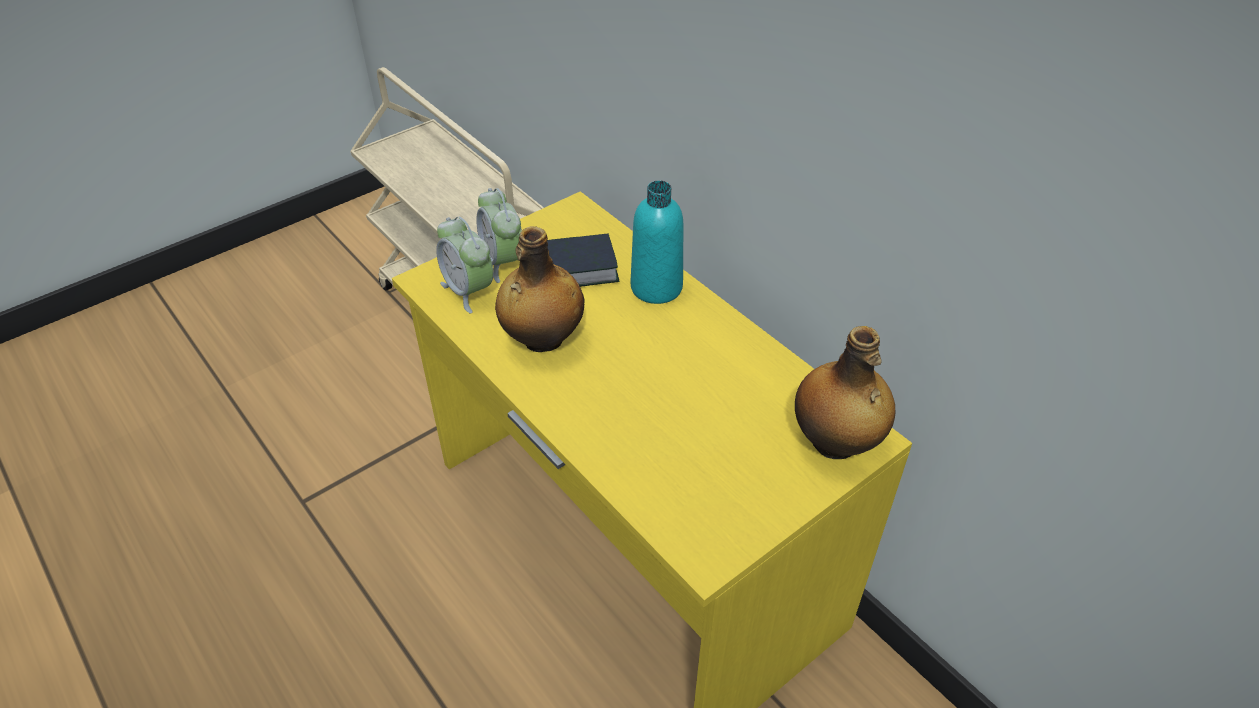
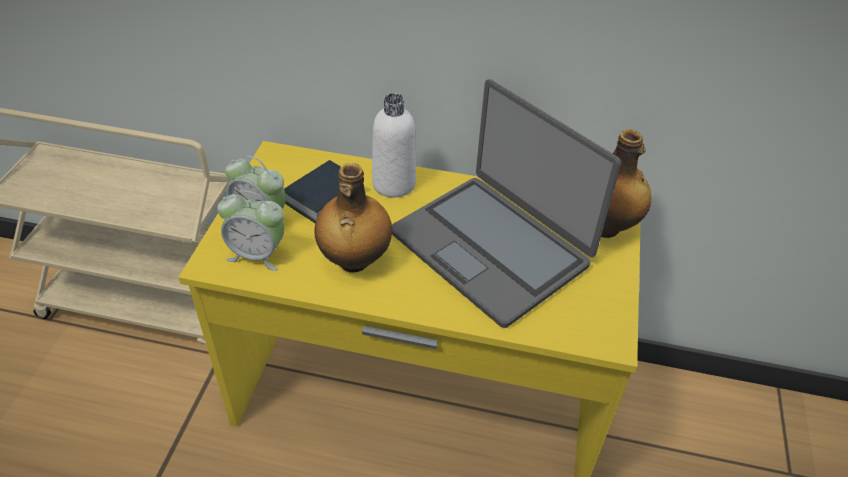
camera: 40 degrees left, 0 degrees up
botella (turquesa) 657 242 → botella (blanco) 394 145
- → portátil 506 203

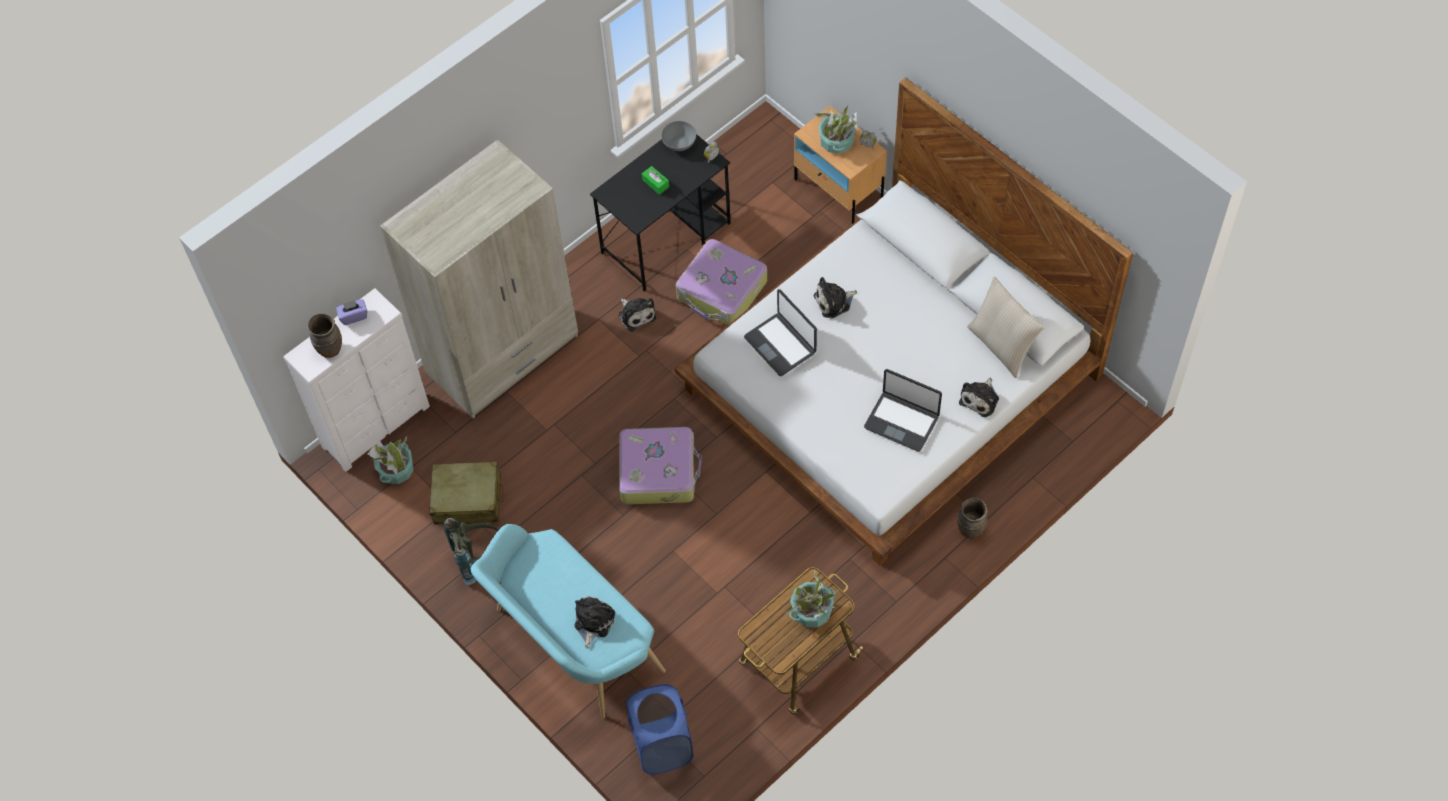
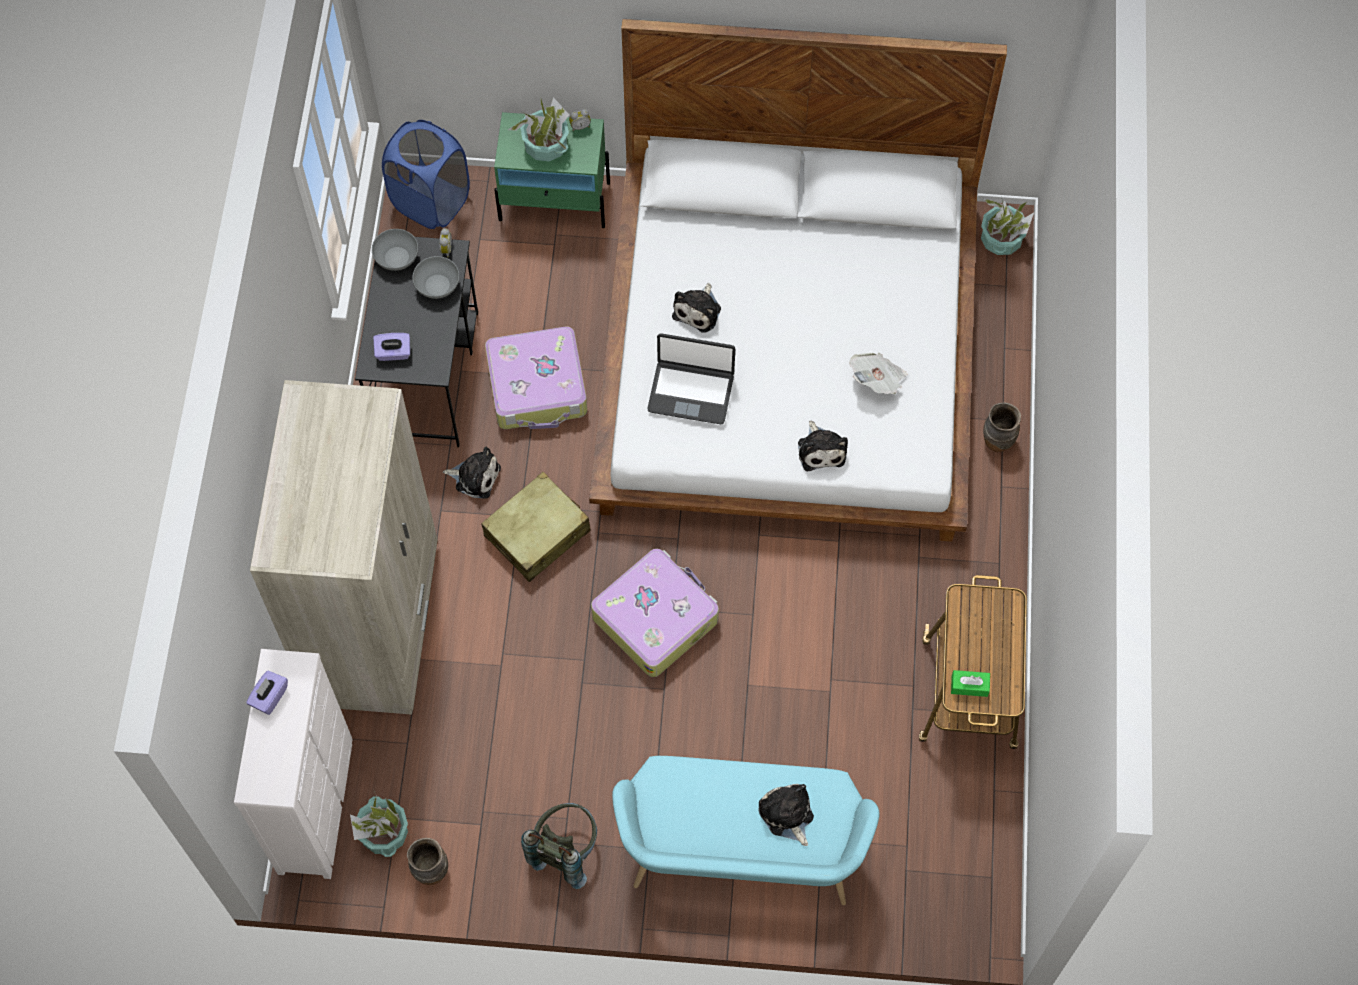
camera: 45 degrees left, 5 degrees up
florero (marrón) 324 335 → florero (marrón) 427 861, move
maleta (beis) 466 492 → maleta (beis) 535 527, move
cesto de la ropa (azul) 659 729 → cesto de la ropa (azul) 426 174, move
caja de pañuelos (verde) 655 180 → caja de pañuelos (verde) 970 683, move
planta en maceta 810 598 → planta en maceta 1007 225, move
mesita de noche (beis) 840 165 → mesita de noche (verde) 552 170
portátil 903 410 → periódico 878 373
peluche 979 397 → peluche 823 445, move
cojín (beis) 1005 327 → -
- → caja de pañuelos (morado) 391 347
- → cuenco (gris) 435 277

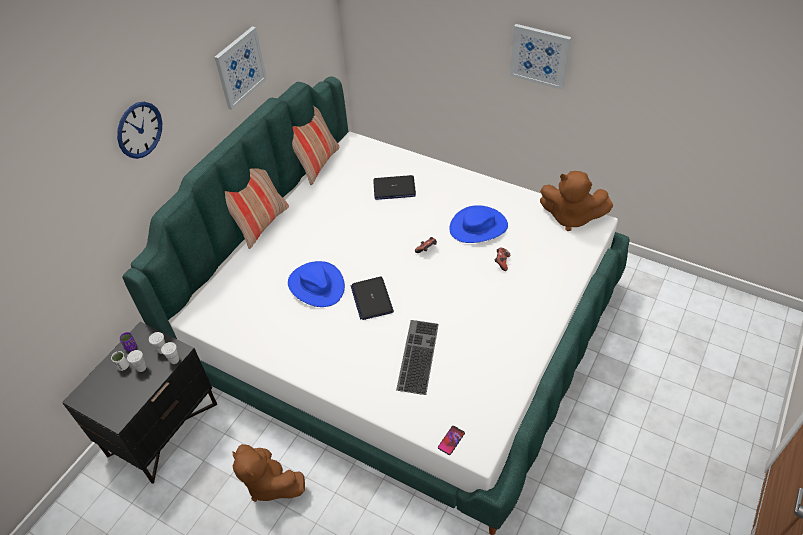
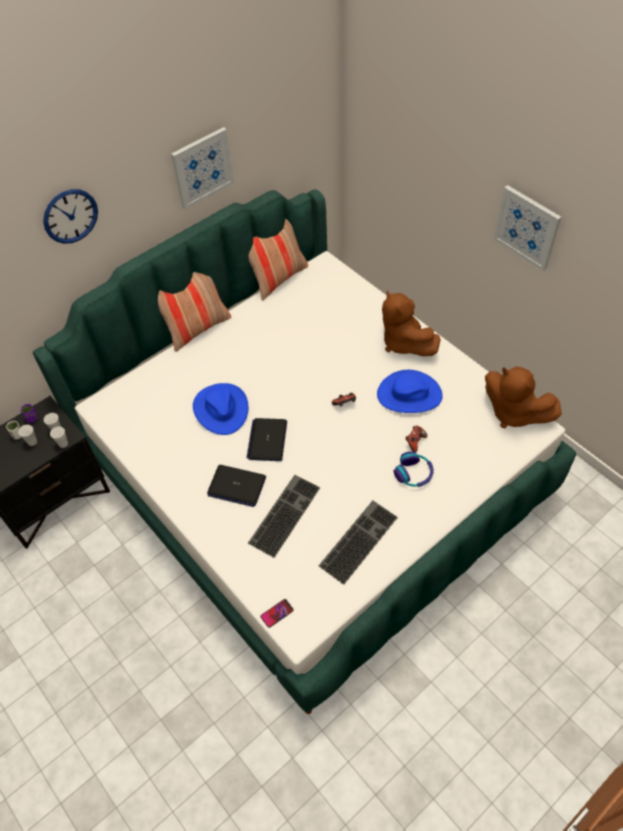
camera: 20 degrees right, 5 degrees up
peluche (marrón) 268 473 → peluche (marrón) 411 323, move
portátil 394 187 → portátil 236 486, move
- → teclado 358 543
- → auriculares 414 469

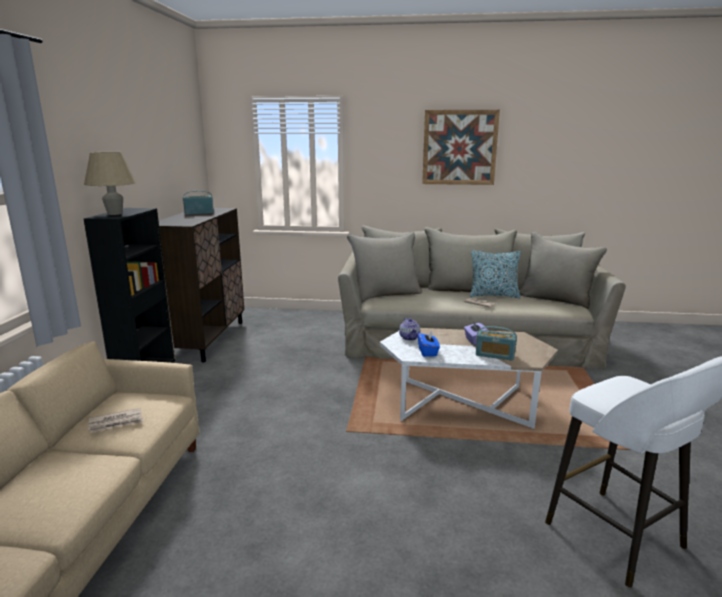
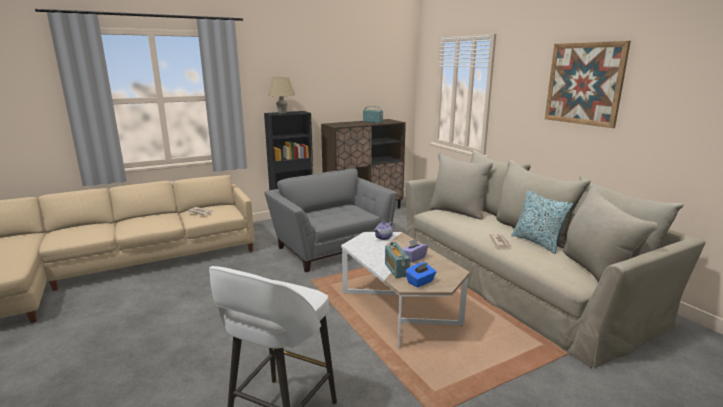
camera: 55 degrees right, 0 degrees up
caja de pañuelos (azul) 429 344 → caja de pañuelos (azul) 421 275, move
- → sillón (gris) 330 220

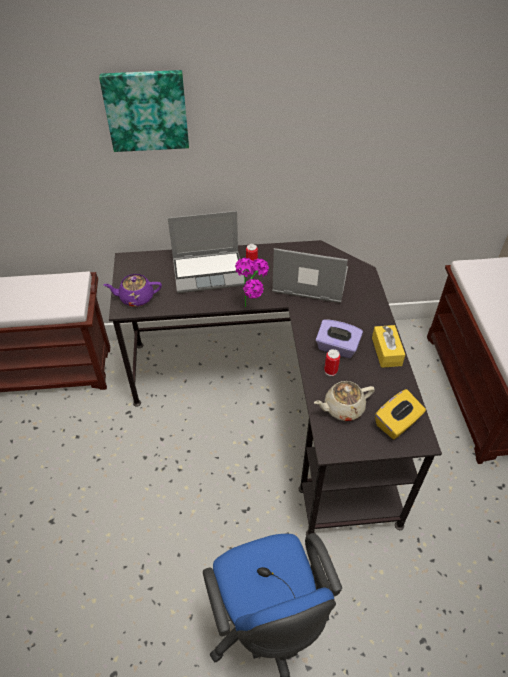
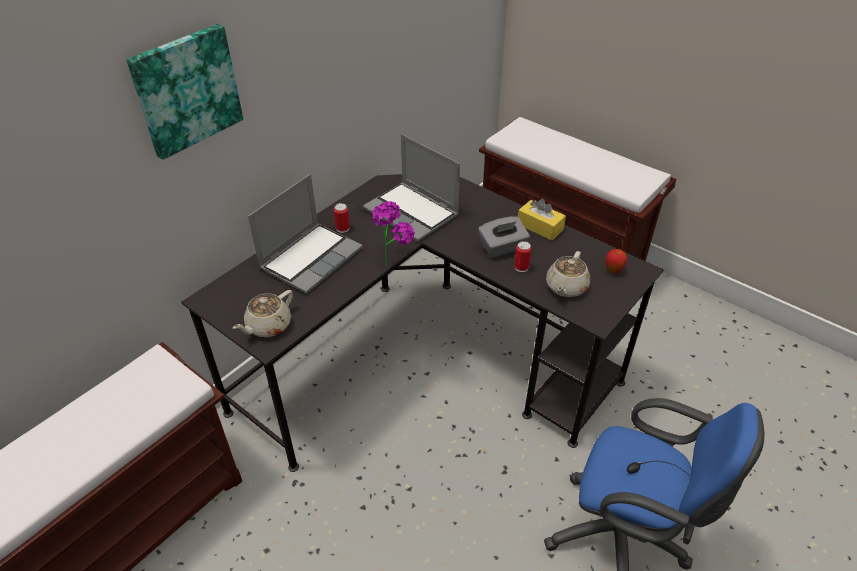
camera: 45 degrees left, 5 degrees down
tetera (morado) 133 290 → tetera (beis) 263 313
portátil 310 275 → portátil 411 188, 105 degrees counterclockwise
caja de pañuelos (morado) 339 338 → caja de pañuelos (gris) 504 237
caja de pañuelos (amarillo) 400 414 → manzana 616 261

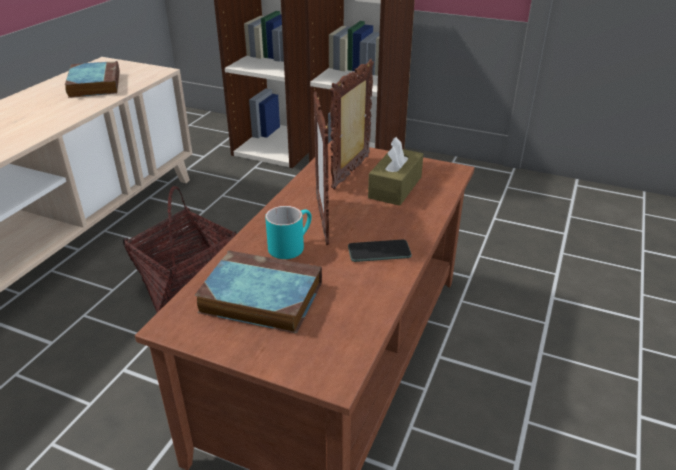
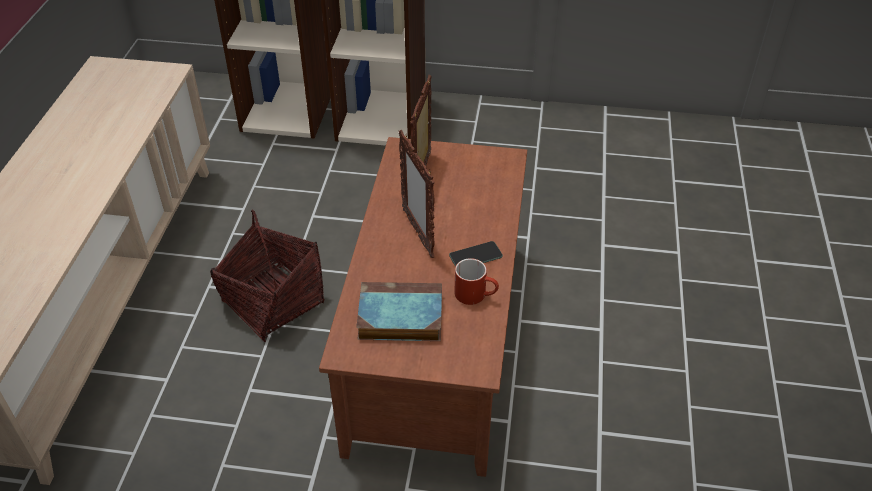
camera: 15 degrees left, 10 degrees up
libro 92 79 → -
taza grande (turquesa) 288 232 → -
caja de pañuelos (marrón) 395 171 → -
- → taza grande (rojo) 476 281

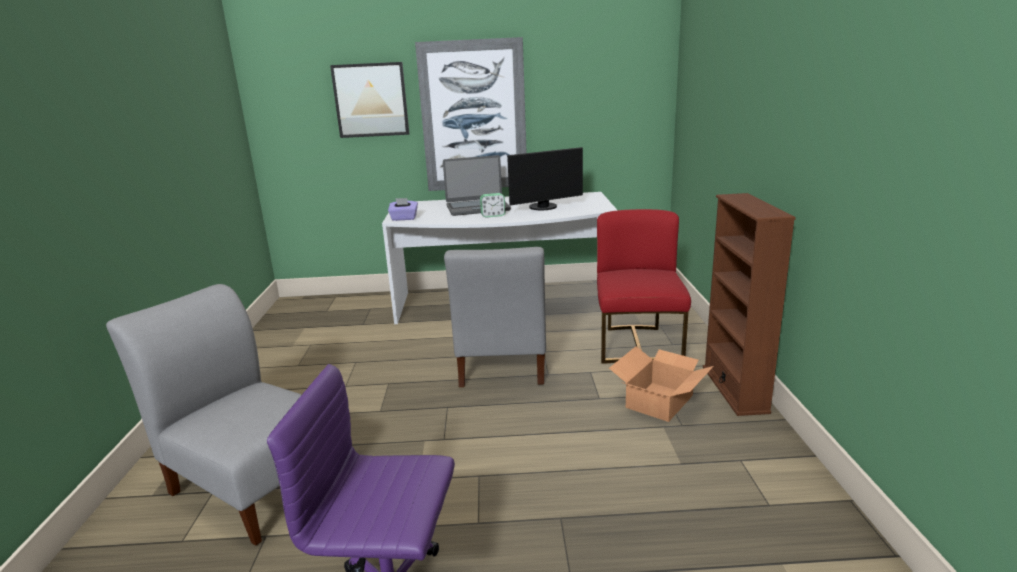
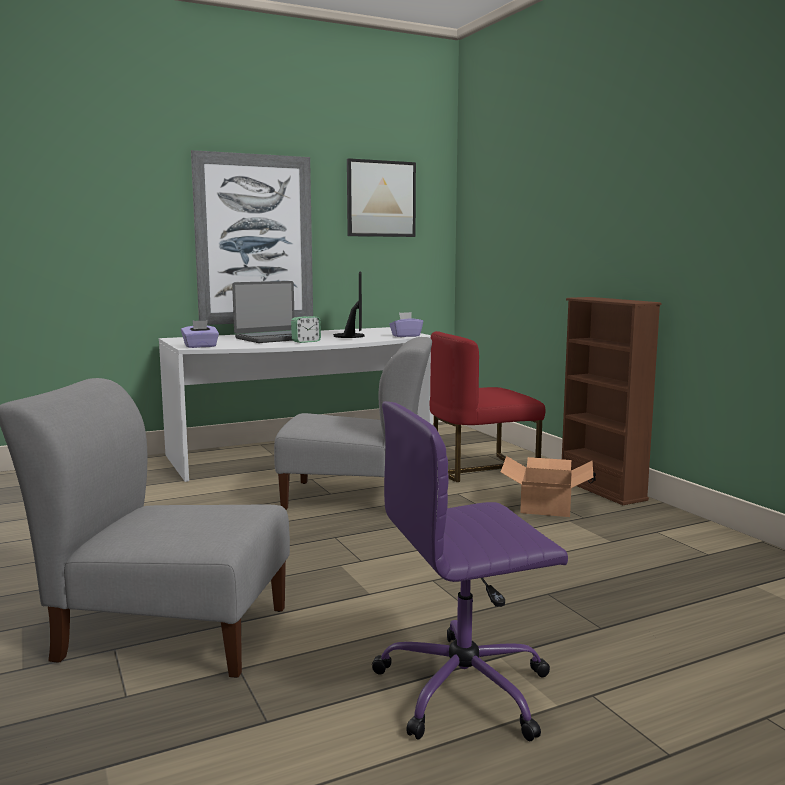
camera: 25 degrees left, 10 degrees down
cuadro 369 100 → cuadro 381 197, move
silla (gris) 495 317 → silla (gris) 353 423, 60 degrees counterclockwise
monitor 545 178 → monitor 348 304, 45 degrees counterclockwise
silla (rojo) 644 286 → silla (rojo) 487 406, 90 degrees counterclockwise
- → caja de pañuelos (morado) 406 324

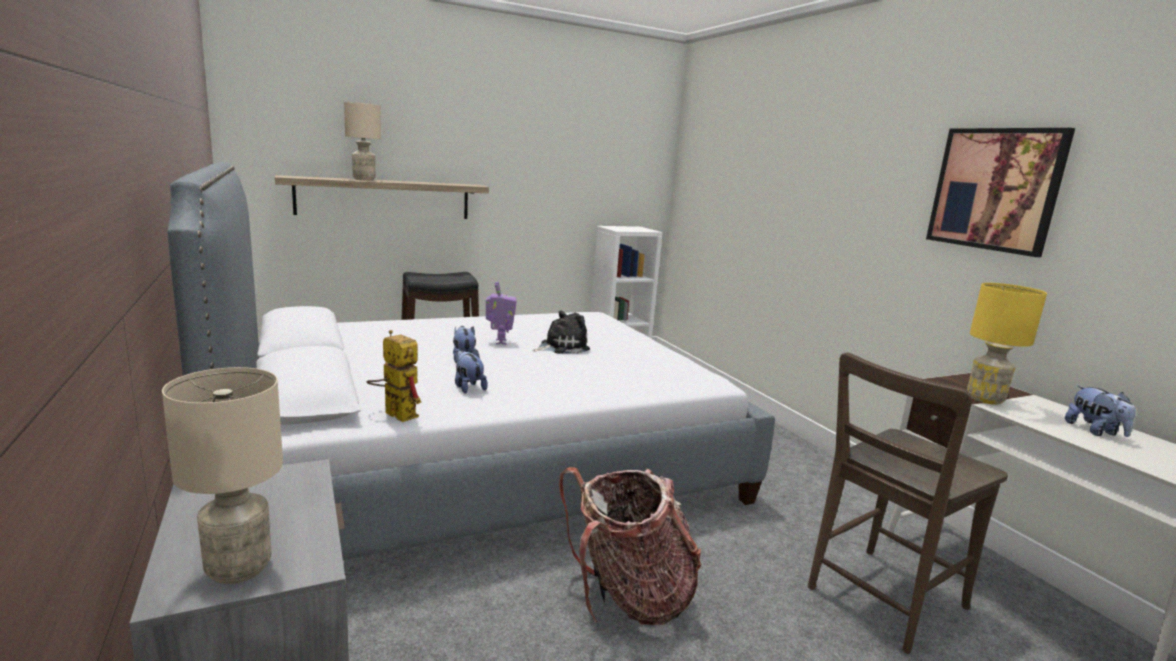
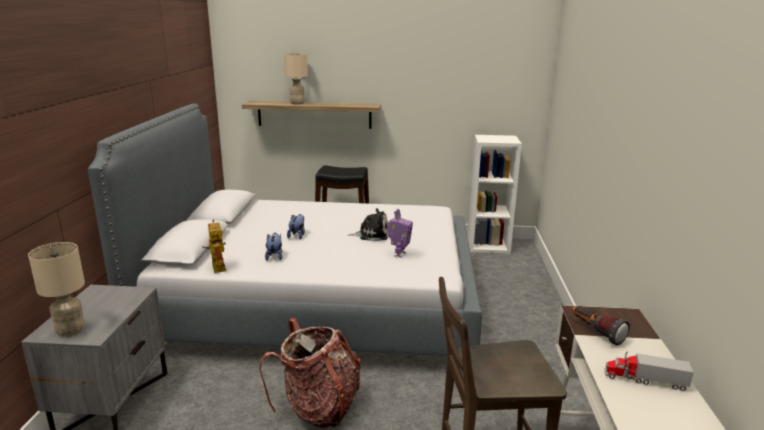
camera: 30 degrees right, 5 degrees up
robot de juguete 501 313 → robot de juguete 400 233, move
cuadro 1000 192 → -
lámpara de mesa (amarillo) 1007 344 → linterna 600 325
peluche 1100 411 → camión de juguete 648 371

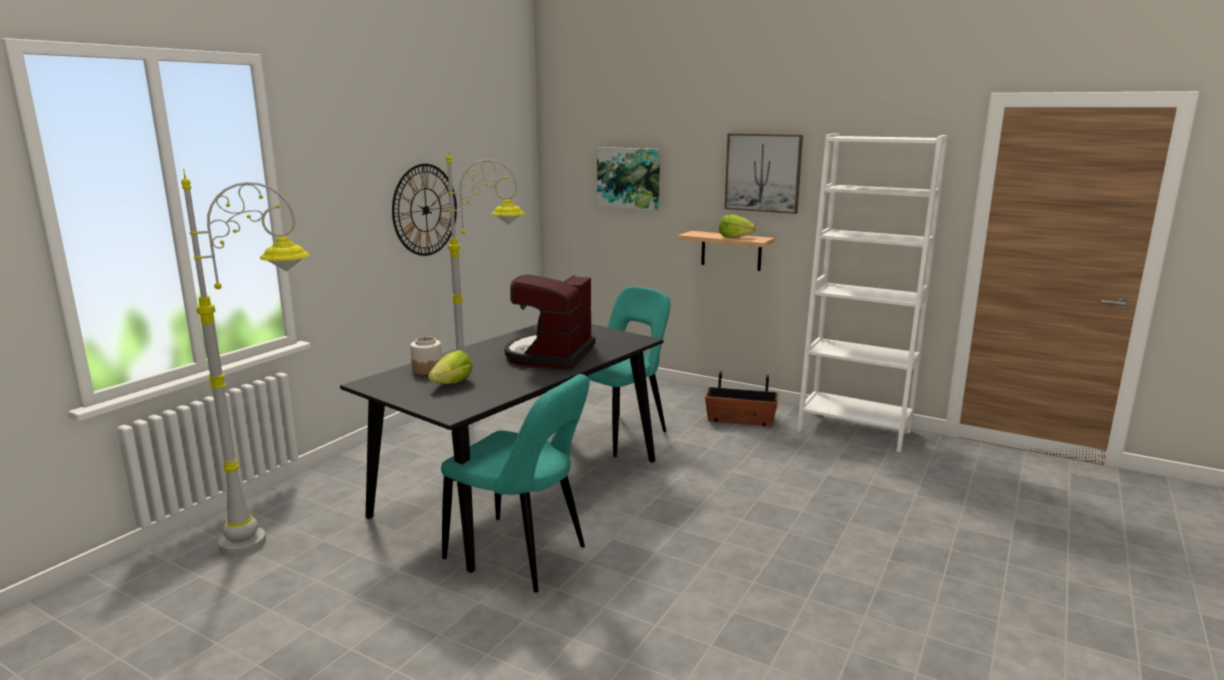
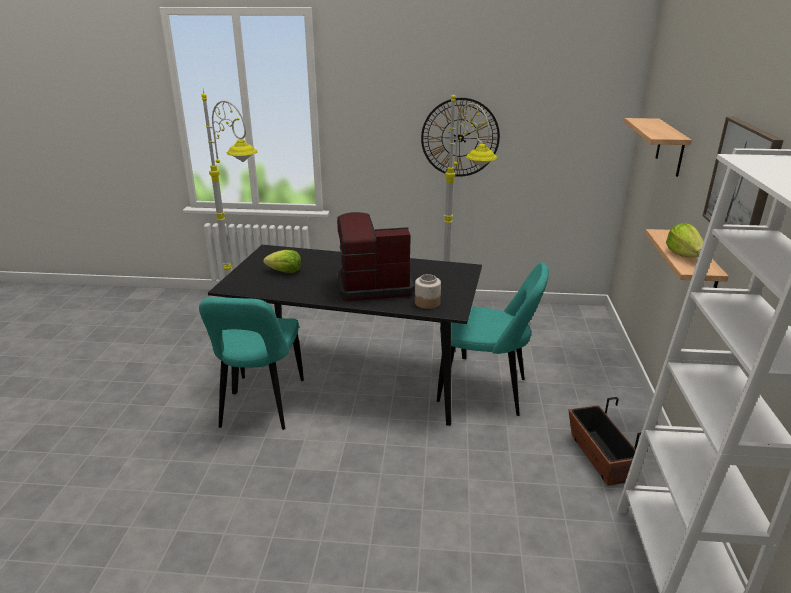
camera: 65 degrees right, 10 degrees up
tarro 426 355 → tarro 428 291, move
cuadro 628 178 → estante 658 147

